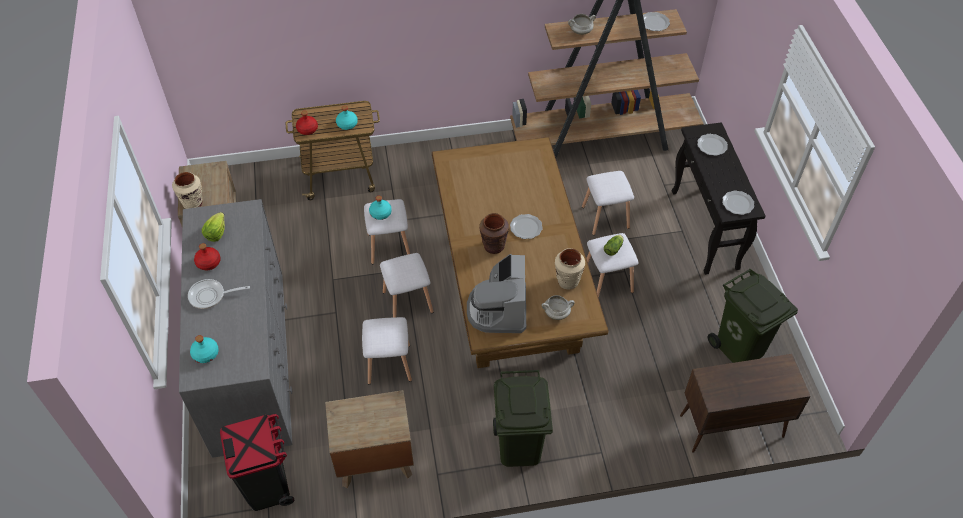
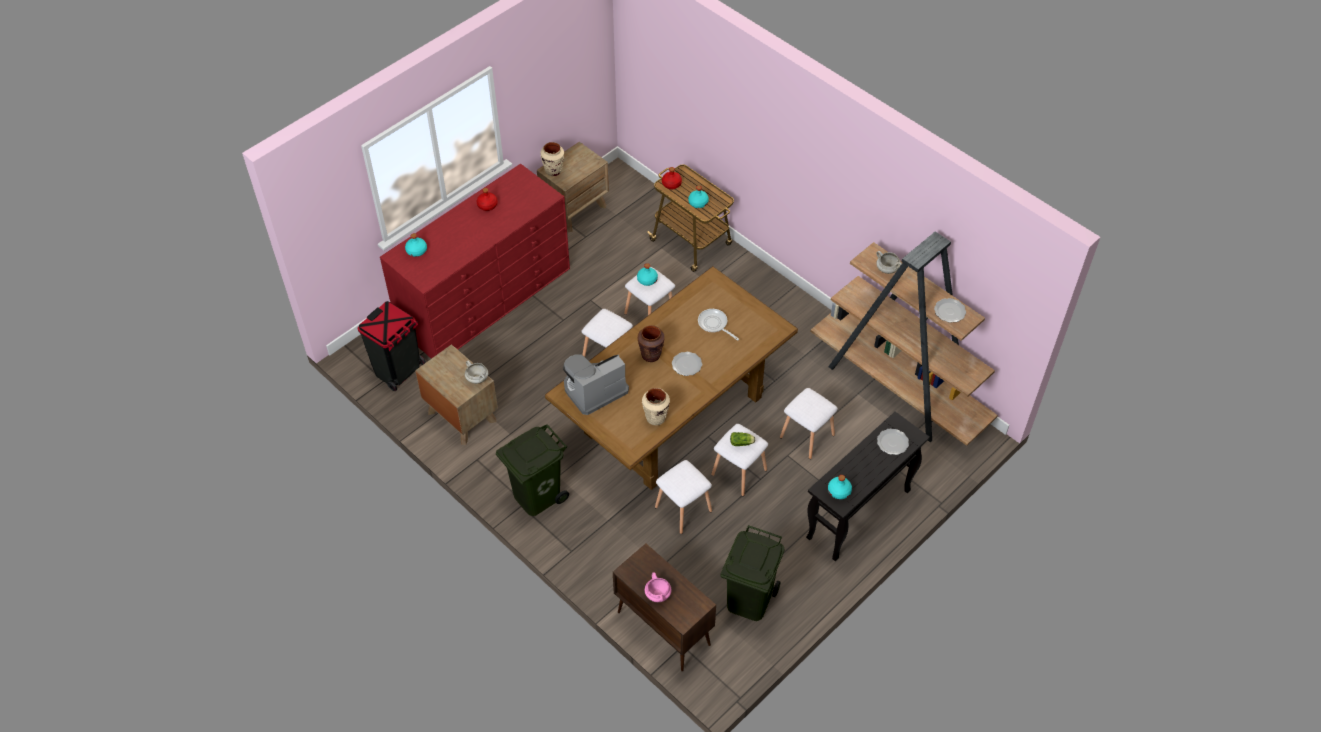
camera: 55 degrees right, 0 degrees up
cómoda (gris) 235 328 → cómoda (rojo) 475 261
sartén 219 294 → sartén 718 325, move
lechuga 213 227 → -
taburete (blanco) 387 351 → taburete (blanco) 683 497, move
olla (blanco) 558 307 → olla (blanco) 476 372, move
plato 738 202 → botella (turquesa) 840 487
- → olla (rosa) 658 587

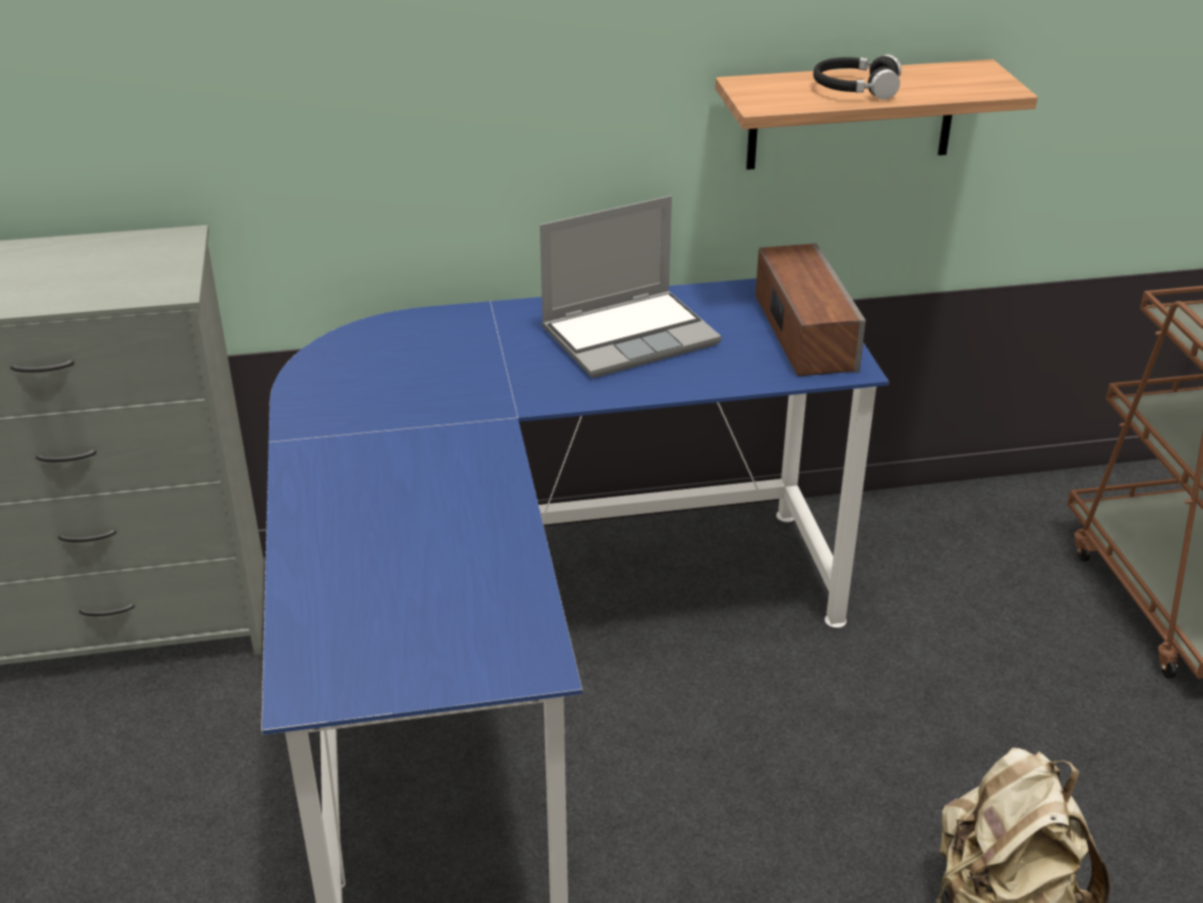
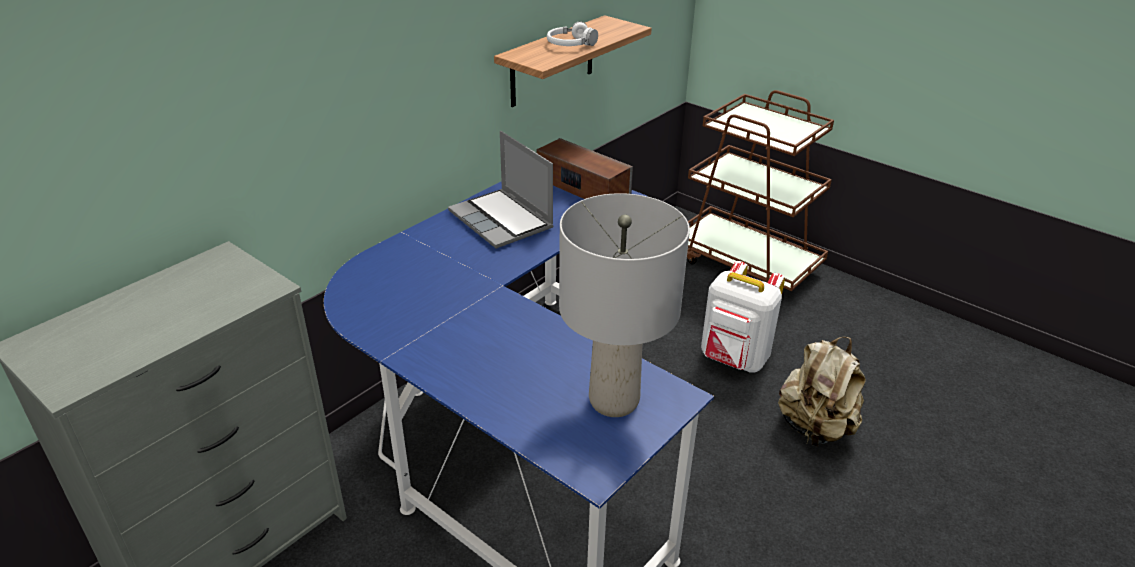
camera: 40 degrees left, 0 degrees up
portátil 630 287 → portátil 501 190, 120 degrees clockwise
auriculares (negro) 857 77 → auriculares (blanco) 572 33
- → lámpara de mesa (gris) 624 305
- → mochila (blanco) 743 317

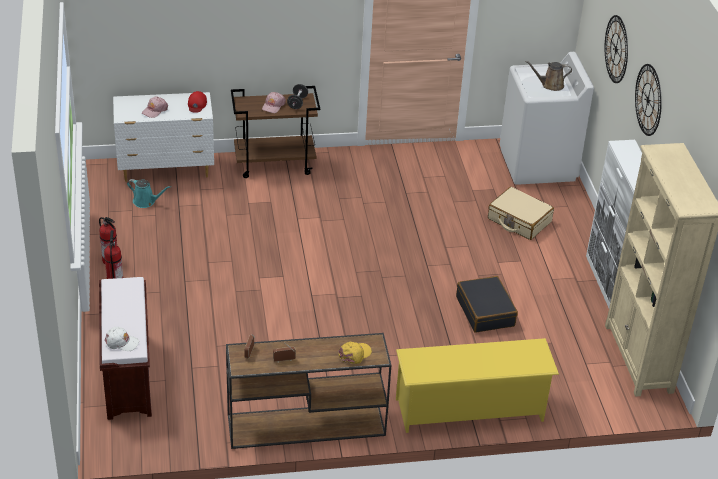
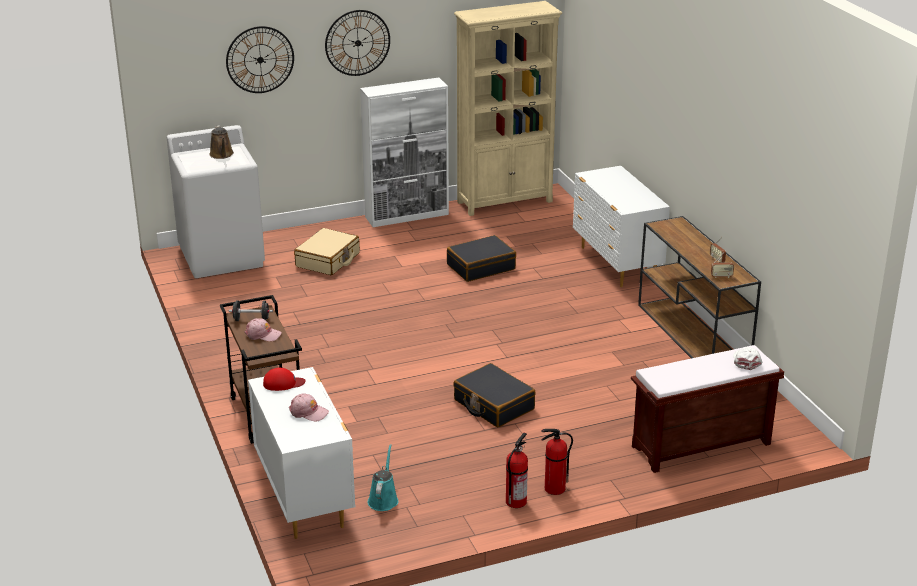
camera: 100 degrees left, 10 degrees down
gorra (amarillo) 355 353 → -
zapatero (amarillo) 477 385 → cómoda (blanco) 621 226
- → maleta (negro) 494 395

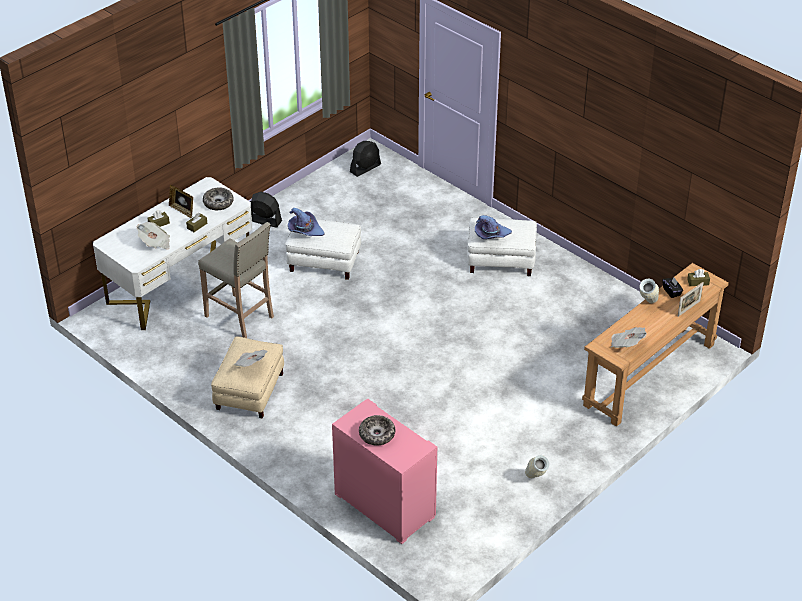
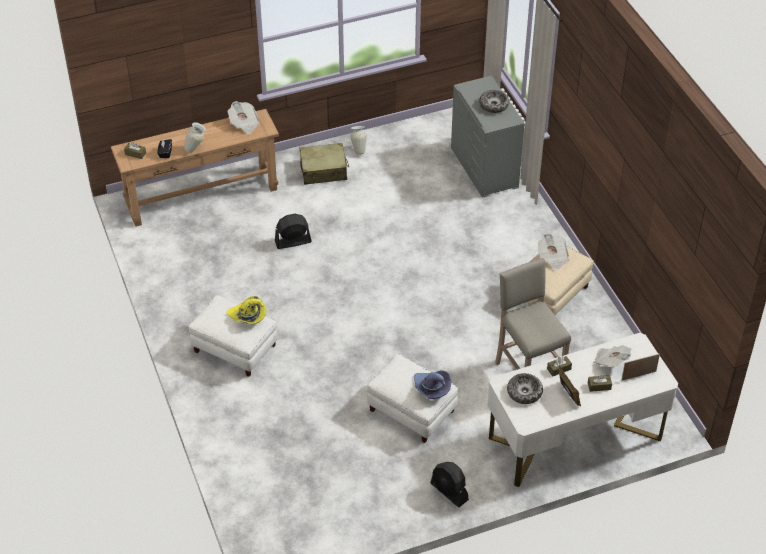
camera: 155 degrees left, 5 degrees up
cómoda (rosa) 384 471 → cómoda (gris) 488 137
ventilador (negro) 365 159 → ventilador (negro) 293 231, move
sombrero (morado) 493 227 → sombrero (amarillo) 246 310
portarretratos 690 299 → portarretratos 641 367, move
- → maleta (beis) 324 164

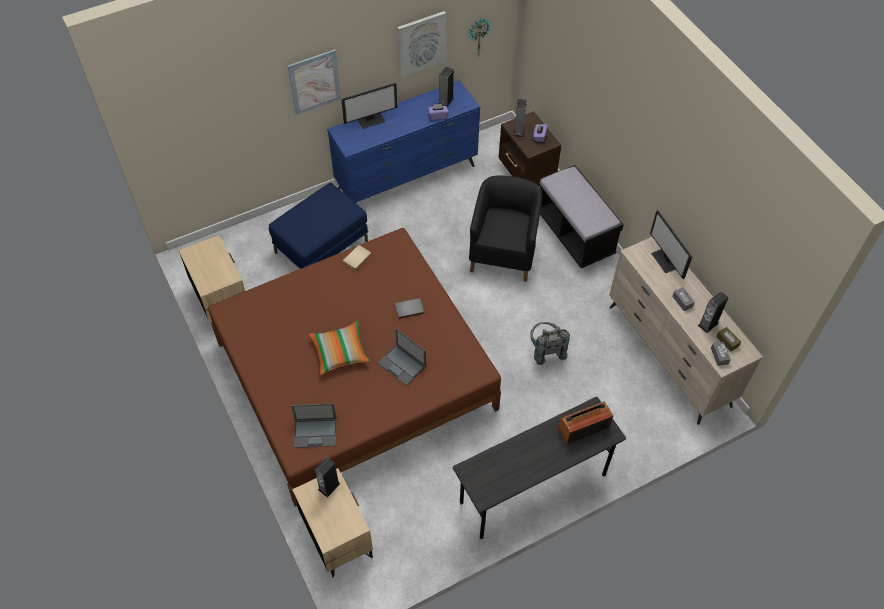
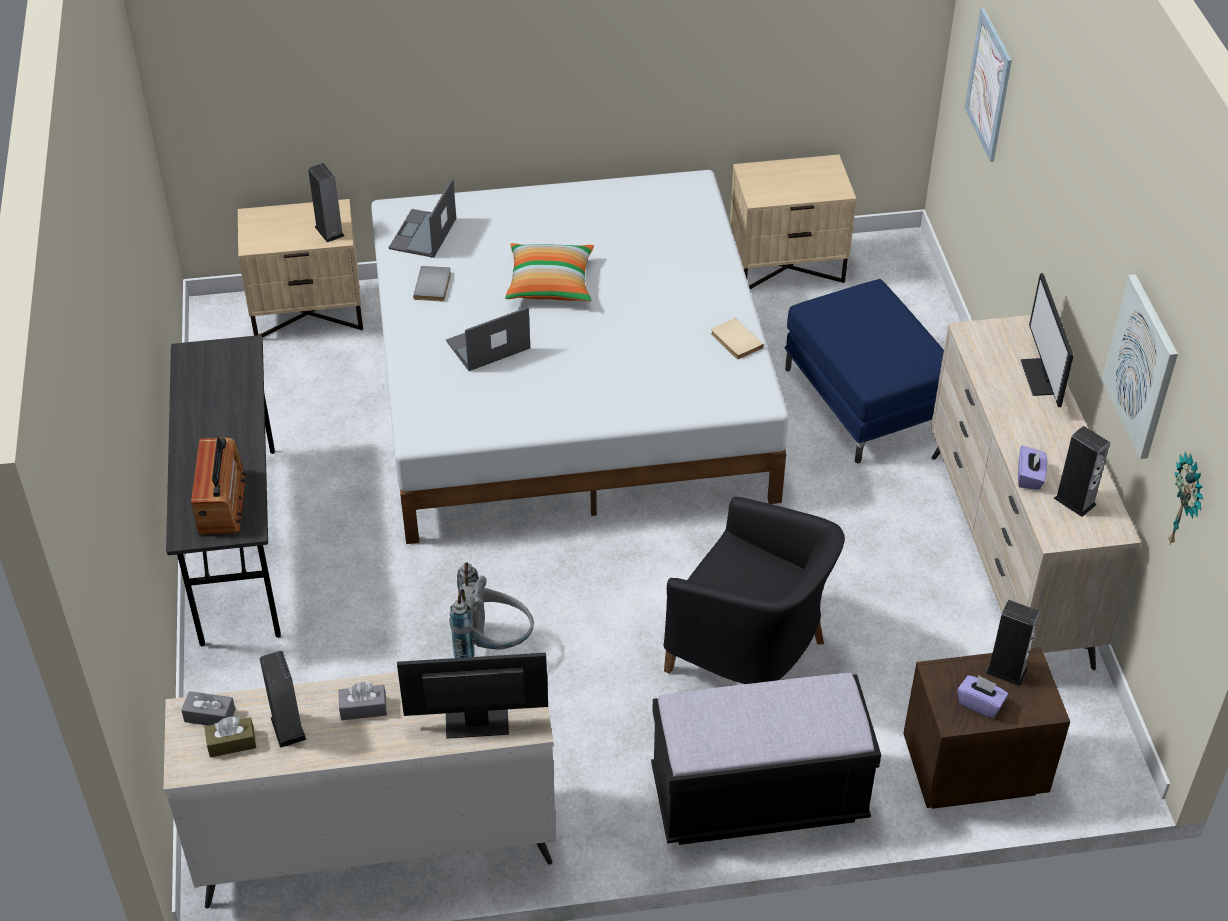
camera: 110 degrees right, 10 degrees down
cama (marrón) 354 367 → cama (blanco) 580 357
cuadro 314 82 → cuadro 988 85, move
cómoda (azul) 403 141 → cómoda (beis) 1036 492
libro (gris) 409 308 → libro (gris) 432 283, move

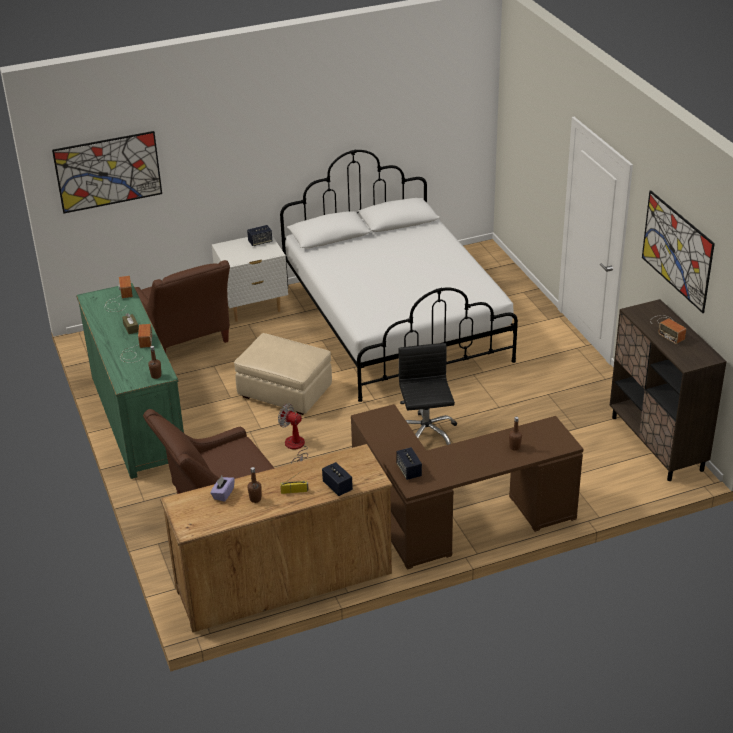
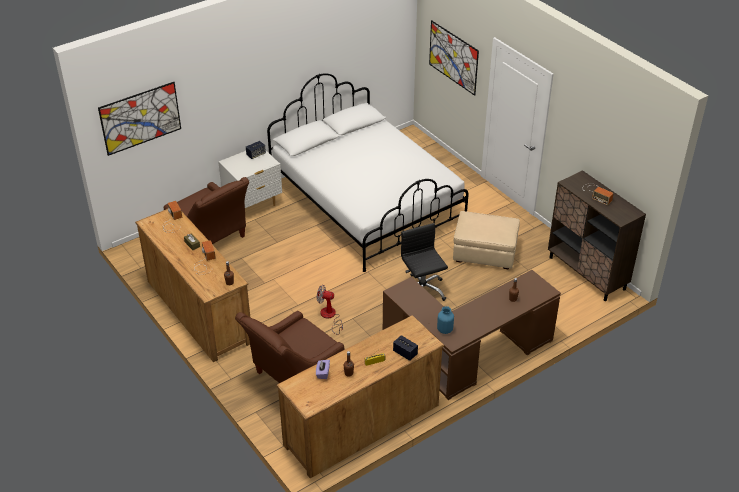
camera: 15 degrees left, 5 degrees up
cómoda (verde) 130 381 → cómoda (marrón) 192 285
puf (beis) 283 374 → puf (beis) 486 240, move
altavoz 409 463 → florero (azul) 445 320
cuadro 678 251 → cuadro 454 58, move

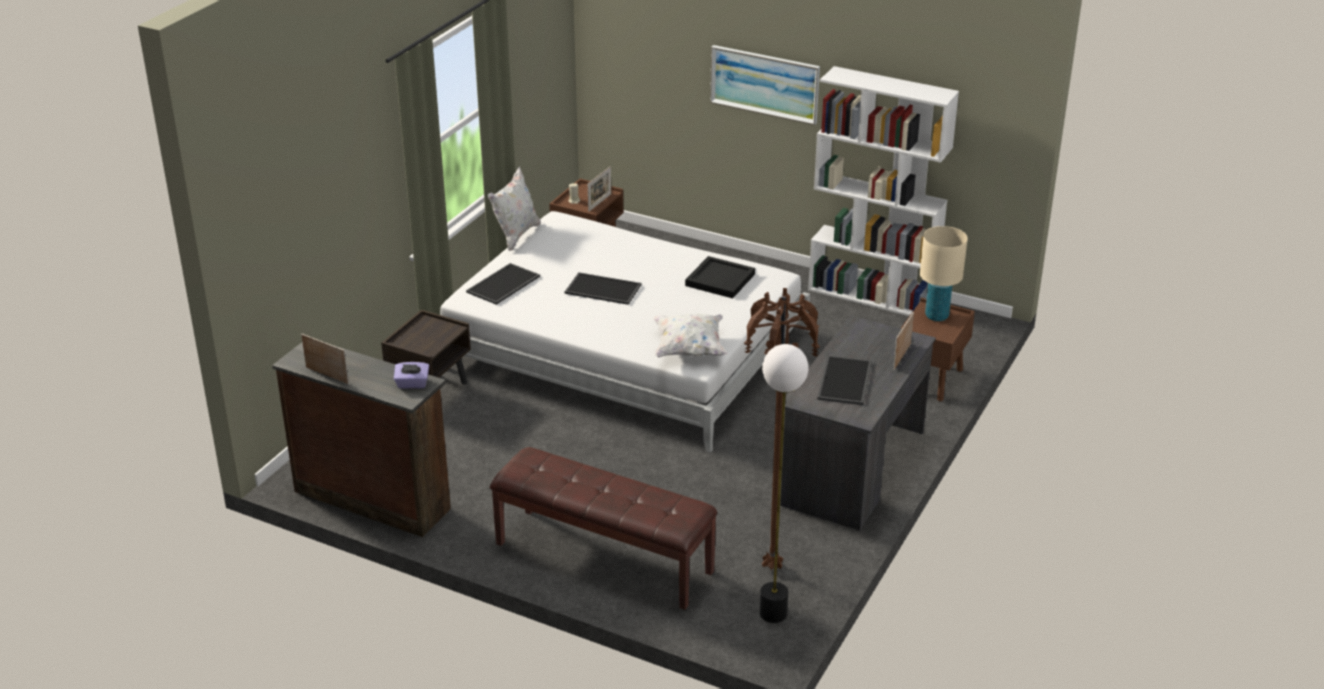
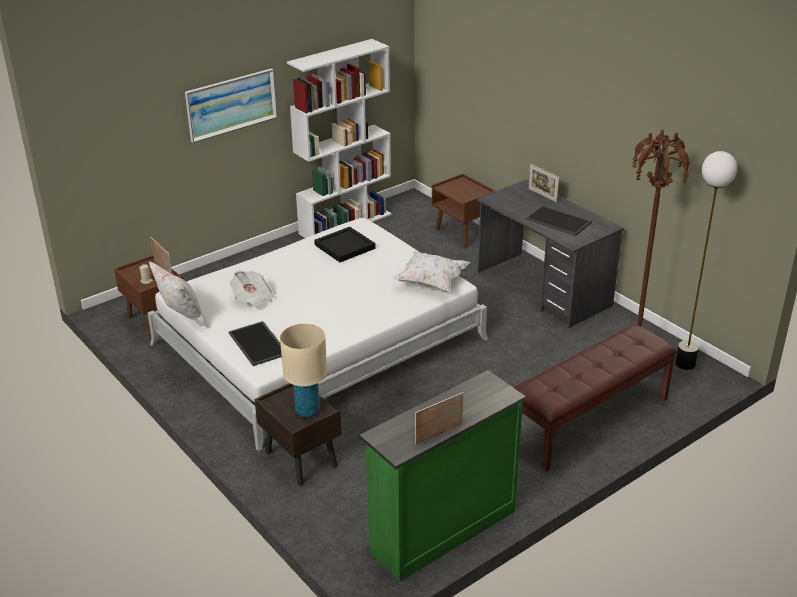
camera: 65 degrees left, 0 degrees up
cómoda (marrón) 361 439 → cómoda (verde) 443 476
caja de pañuelos (morado) 411 375 → -
bandeja 603 288 → -
lámpara de mesa (beis) 944 273 → lámpara de mesa (beis) 303 370, move
- → periódico 252 290

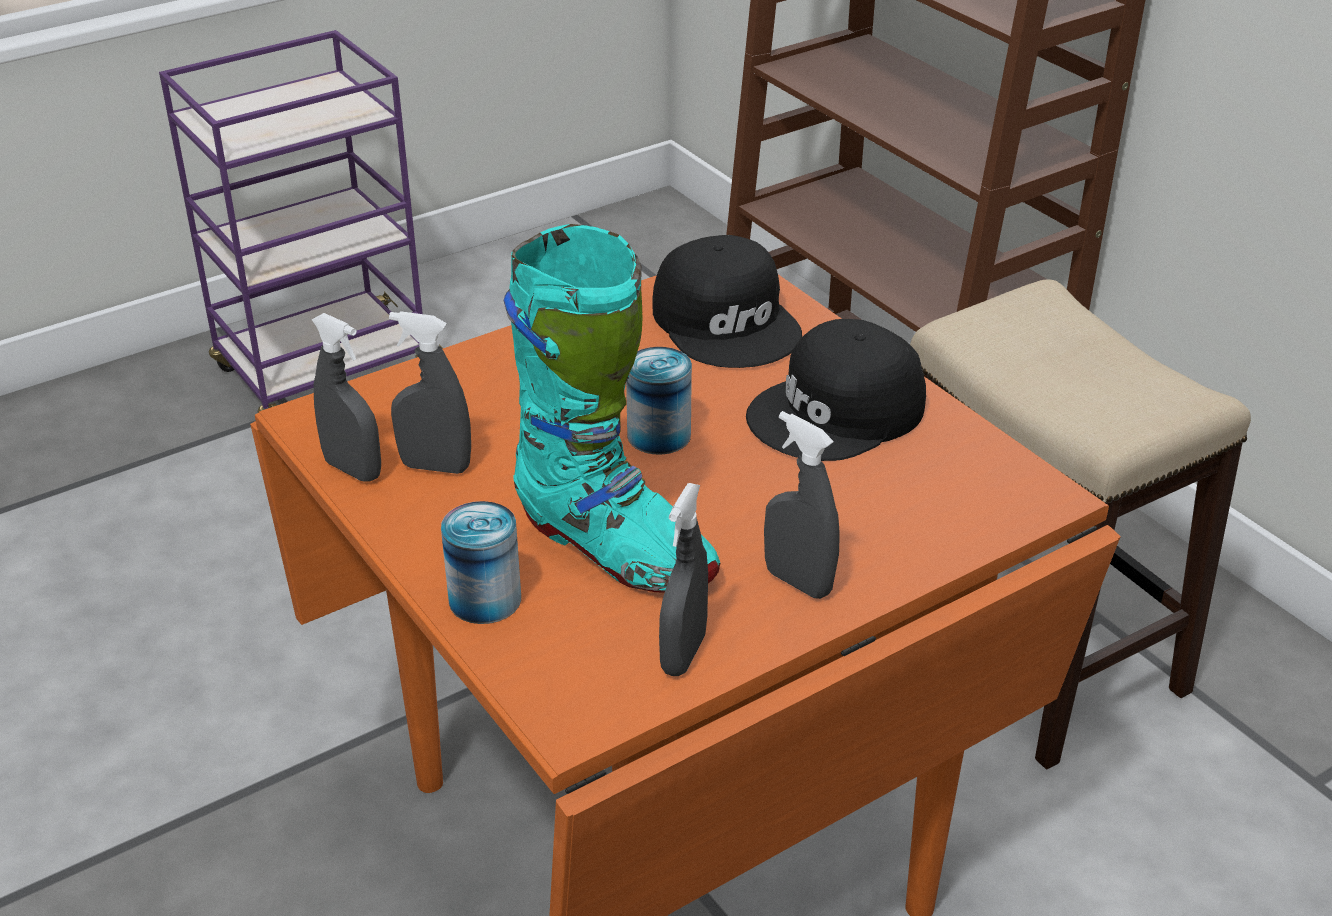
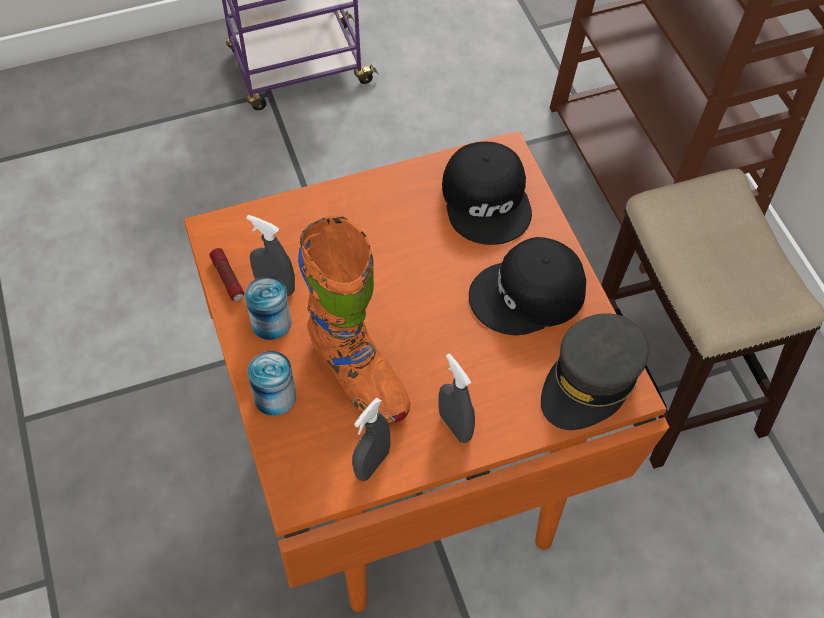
camera: 15 degrees right, 20 degrees up
pulverizador (gris) 346 397 → linterna 227 274
bota (turquesa) 611 408 → bota (naranja) 354 319
lata 659 401 → lata 268 308, move
- → gorra (gris) 595 371

